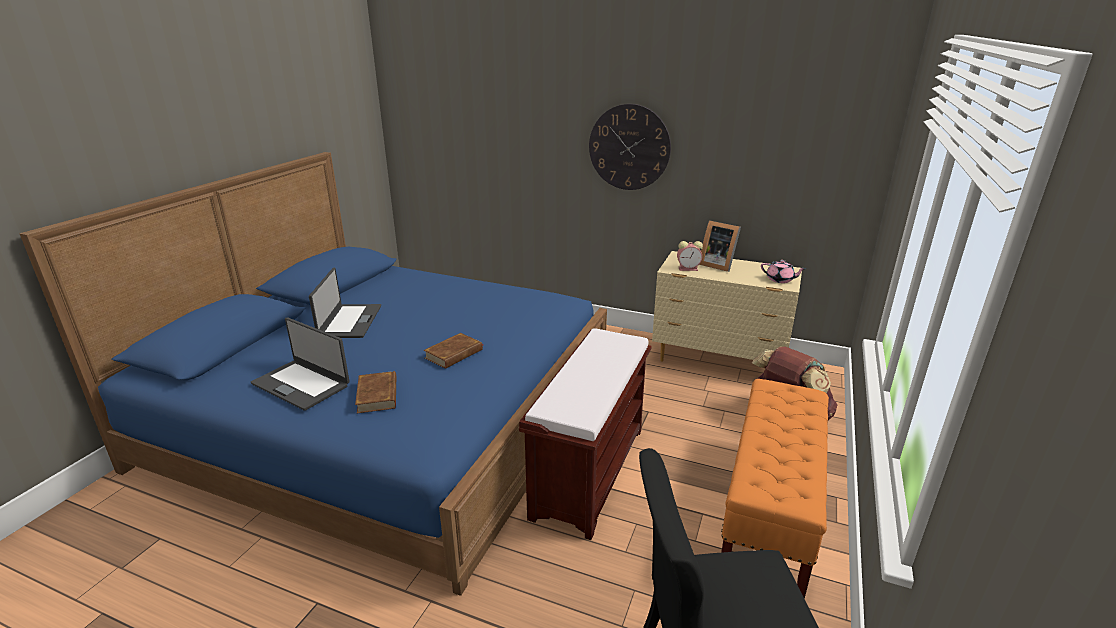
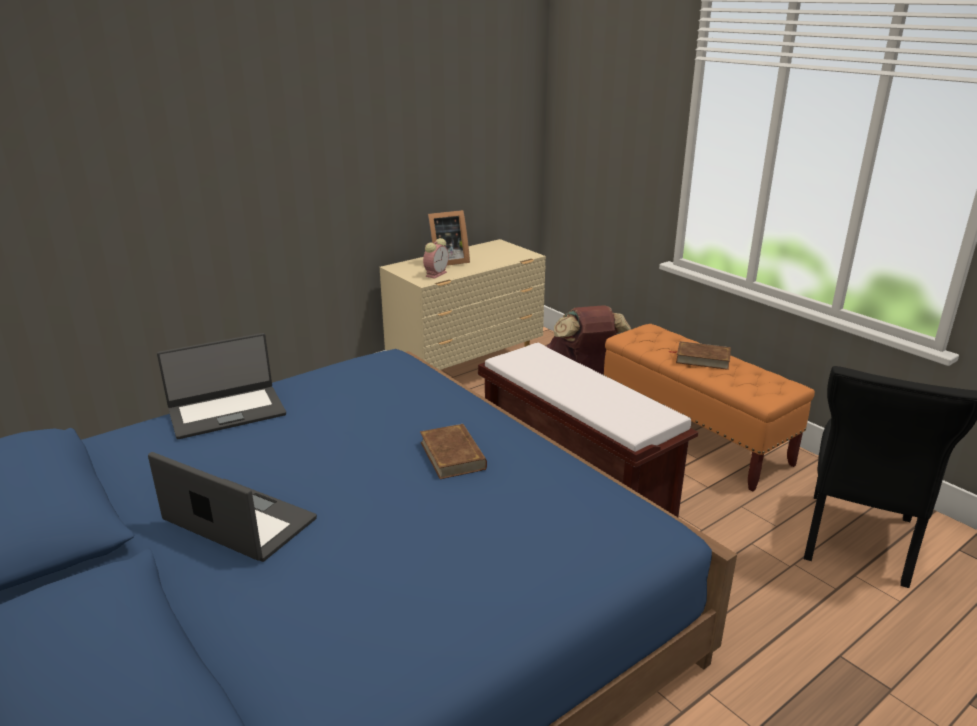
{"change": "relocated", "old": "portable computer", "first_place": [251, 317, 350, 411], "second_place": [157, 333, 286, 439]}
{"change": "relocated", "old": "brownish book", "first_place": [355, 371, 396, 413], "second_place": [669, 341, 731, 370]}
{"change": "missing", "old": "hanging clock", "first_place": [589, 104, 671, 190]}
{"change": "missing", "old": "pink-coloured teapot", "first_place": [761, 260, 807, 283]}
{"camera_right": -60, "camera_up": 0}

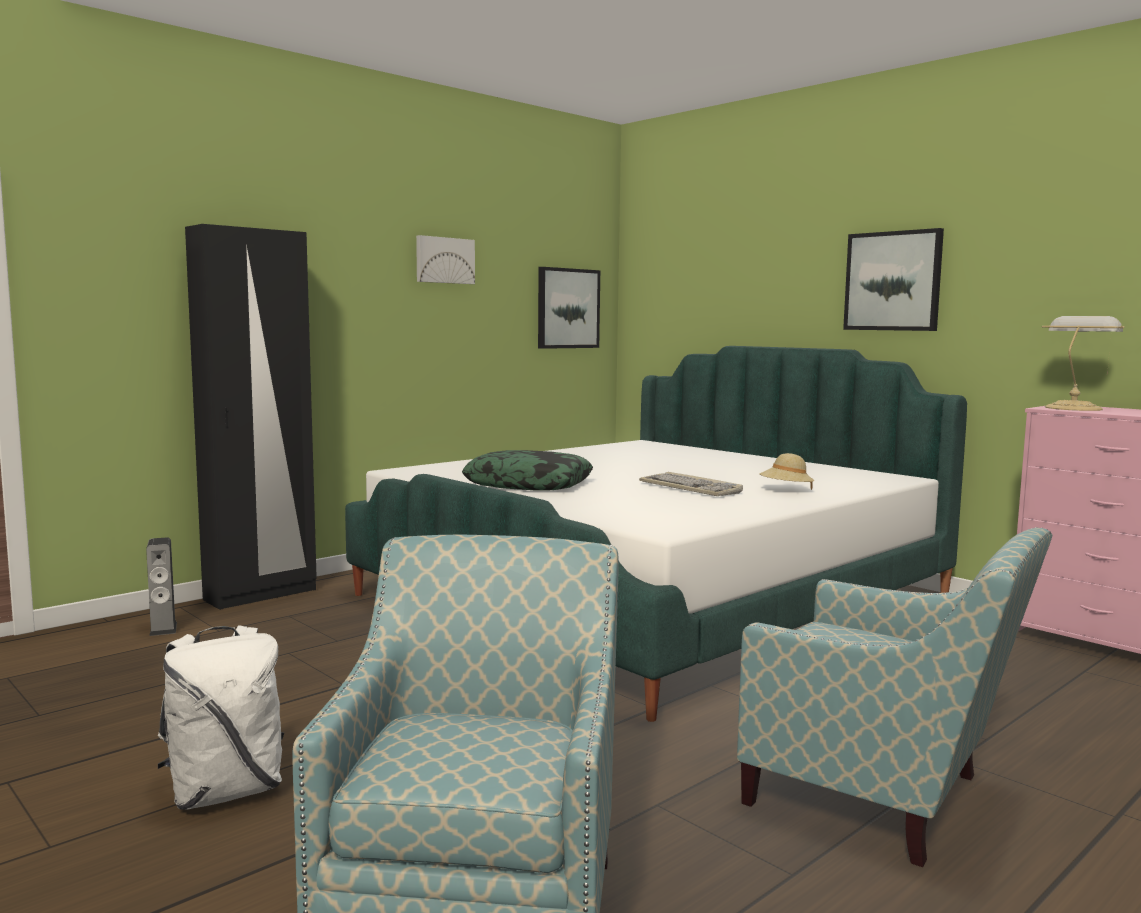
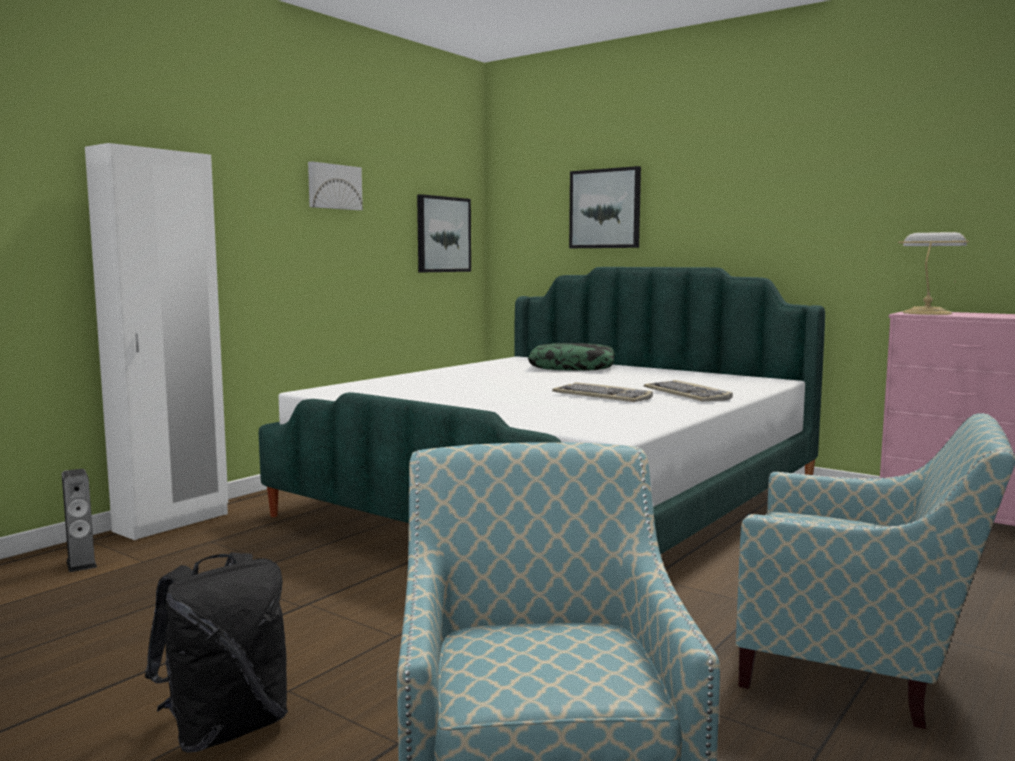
{"change": "colour", "old": "white-coloured rucksack", "new": "blackish rucksack", "first_place": [158, 625, 284, 810], "second_place": [145, 552, 288, 753]}
{"change": "colour", "old": "blackish armoire", "new": "white-coloured armoire", "first_place": [185, 224, 317, 610], "second_place": [85, 143, 228, 540]}
{"change": "relocated", "old": "cushion", "first_place": [462, 450, 593, 490], "second_place": [528, 343, 615, 371]}
{"change": "exchanged", "old": "beige clothing hat", "new": "keyboard", "first_place": [760, 453, 814, 490], "second_place": [644, 380, 733, 401]}
{"change": "relocated", "old": "wall picture", "first_place": [843, 228, 944, 331], "second_place": [569, 166, 641, 248]}
{"camera_right": -10, "camera_up": 0}

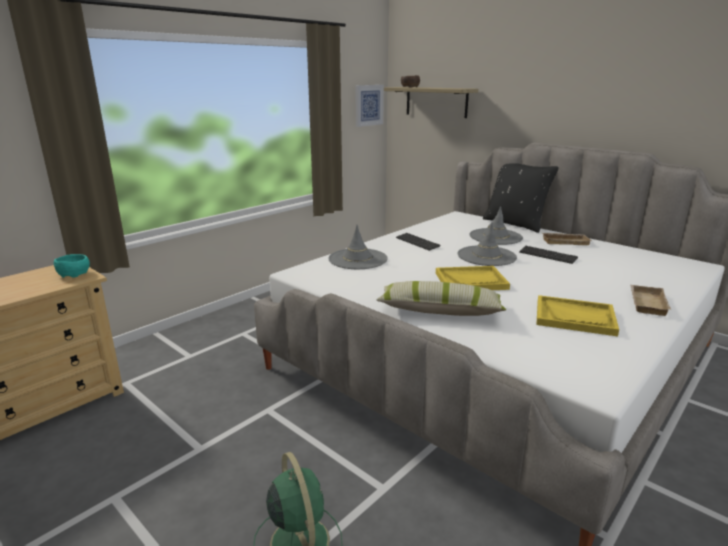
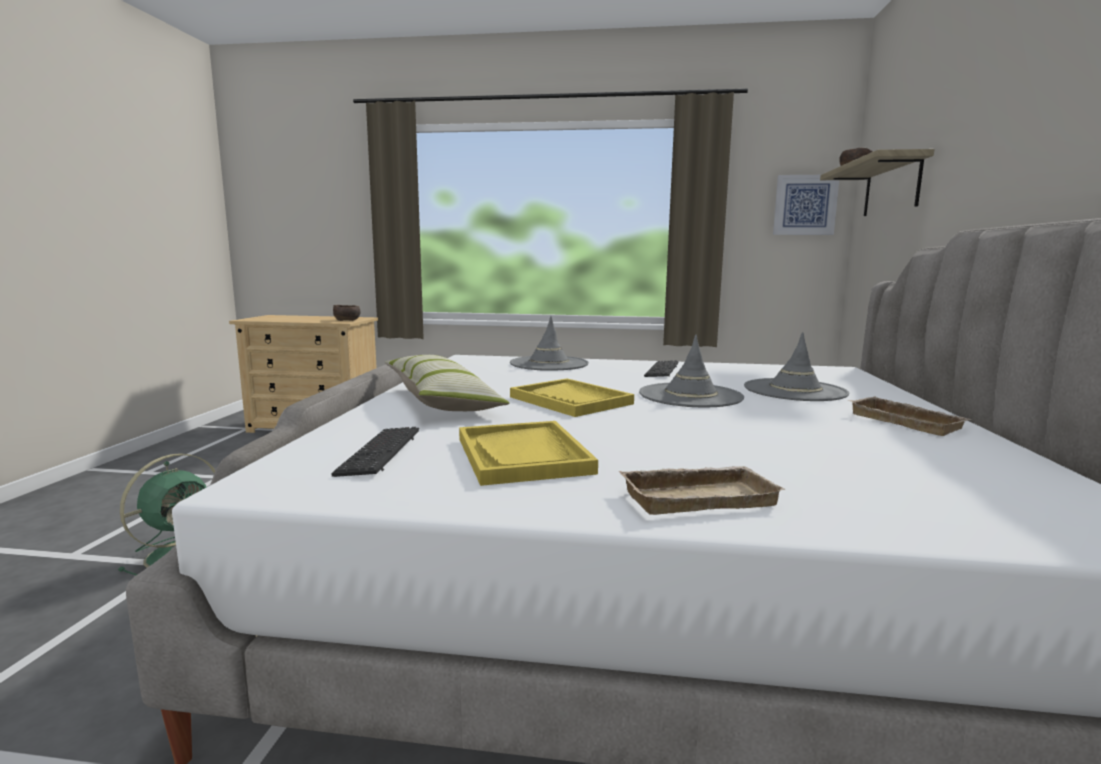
{"change": "colour", "old": "blue-green serving bowl", "new": "brownish serving bowl", "first_place": [54, 254, 90, 278], "second_place": [333, 305, 361, 321]}
{"change": "missing", "old": "blackish cushion", "first_place": [483, 163, 559, 233]}
{"change": "relocated", "old": "keyboard", "first_place": [519, 246, 578, 264], "second_place": [331, 427, 419, 477]}
{"camera_right": 55, "camera_up": -10}

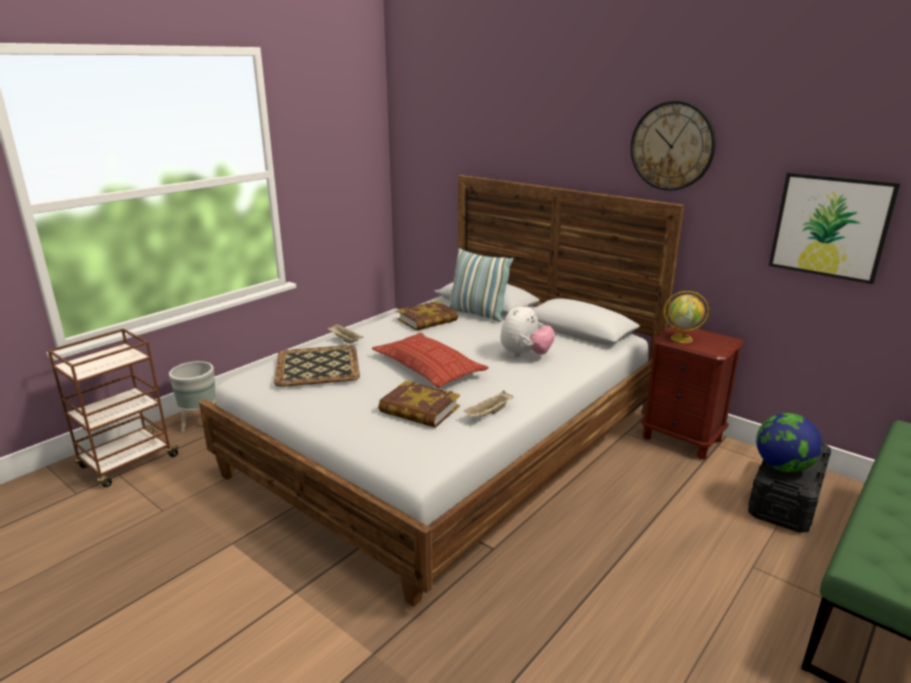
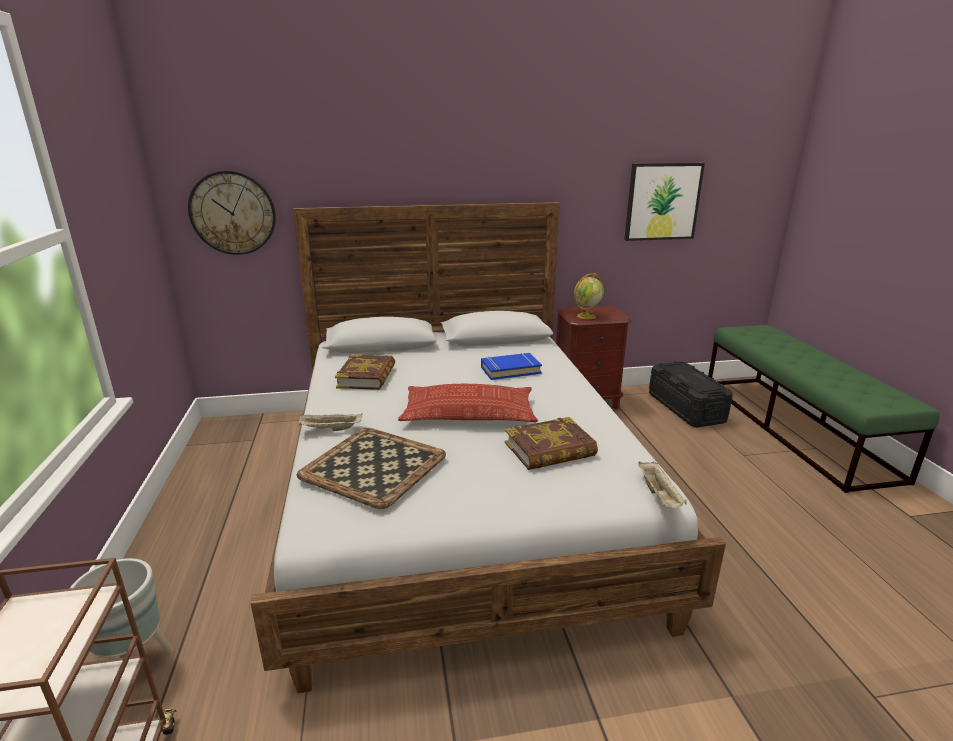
{"change": "missing", "old": "cushion", "first_place": [448, 248, 513, 322]}
{"change": "relocated", "old": "beige serving tray", "first_place": [464, 391, 513, 417], "second_place": [638, 461, 687, 508]}
{"change": "exchanged", "old": "cuddly toy", "new": "blue-coloured book", "first_place": [500, 303, 555, 357], "second_place": [481, 353, 542, 380]}
{"change": "relocated", "old": "hanging clock", "first_place": [631, 101, 716, 191], "second_place": [188, 171, 276, 255]}
{"change": "missing", "old": "world globe", "first_place": [756, 413, 822, 472]}
{"camera_right": -50, "camera_up": 0}

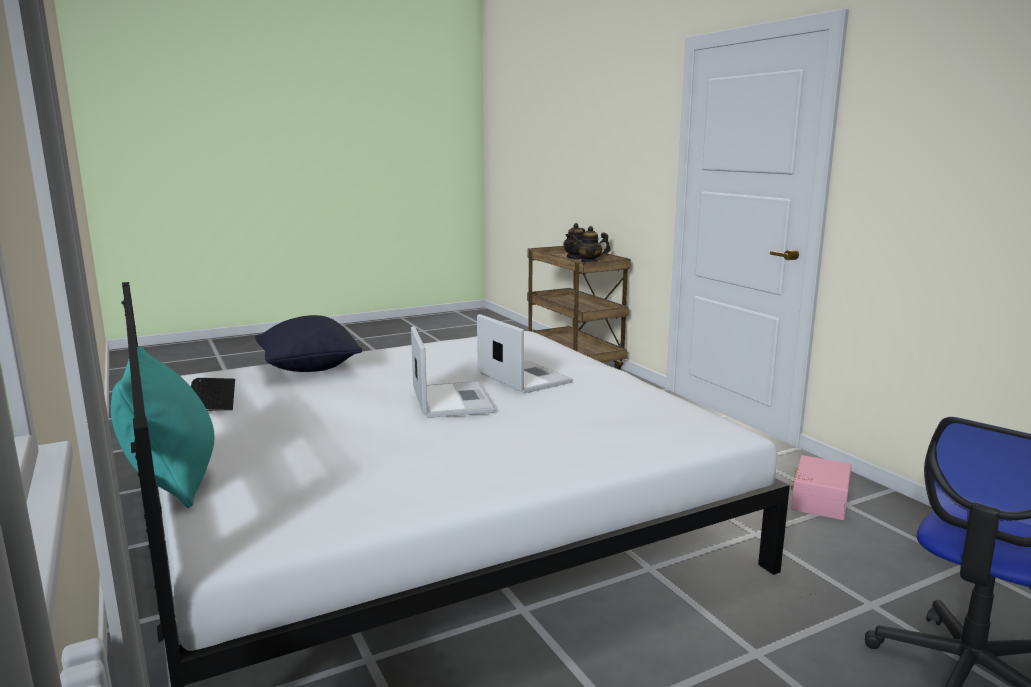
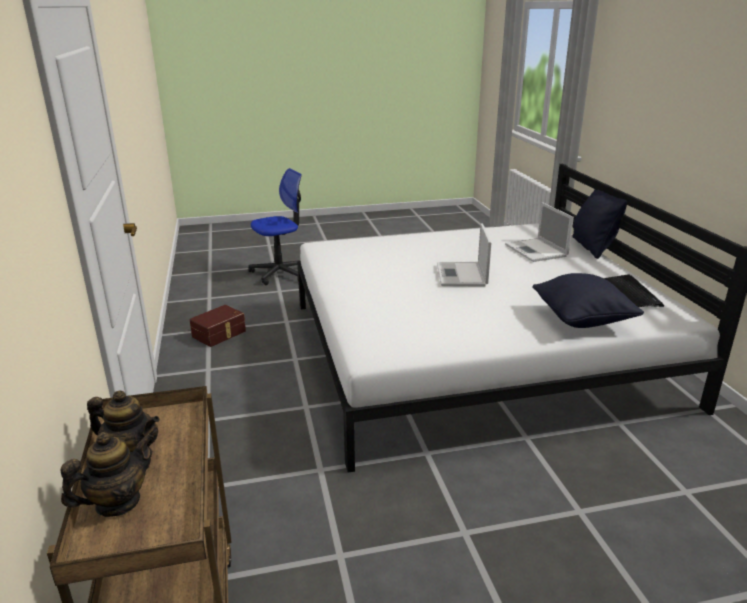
{"change": "colour", "old": "blue-green cushion", "new": "blackish cushion", "first_place": [111, 346, 214, 508], "second_place": [572, 189, 627, 259]}
{"change": "relocated", "old": "portable computer", "first_place": [477, 314, 573, 394], "second_place": [505, 202, 574, 262]}
{"change": "colour", "old": "pink-coloured storage bin", "new": "brownish storage bin", "first_place": [791, 455, 852, 520], "second_place": [190, 305, 246, 347]}
{"camera_right": -165, "camera_up": 10}

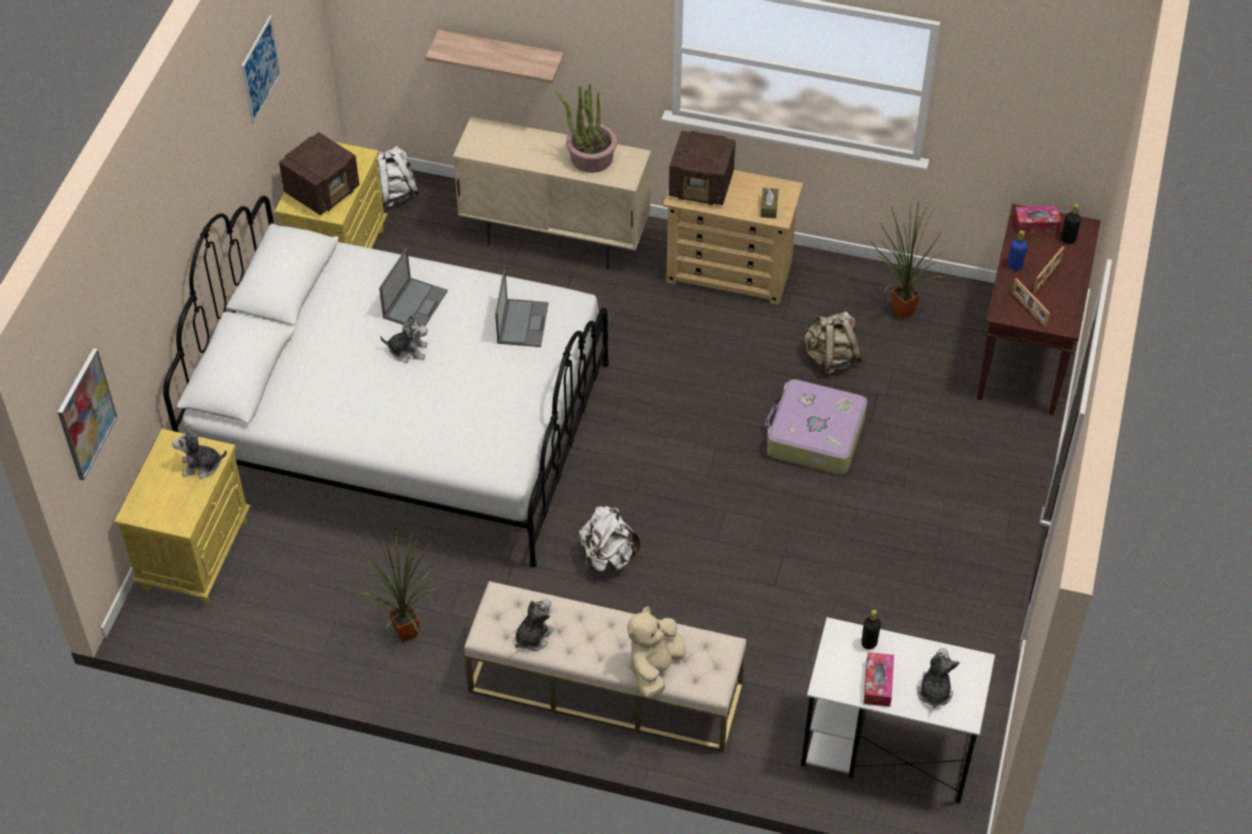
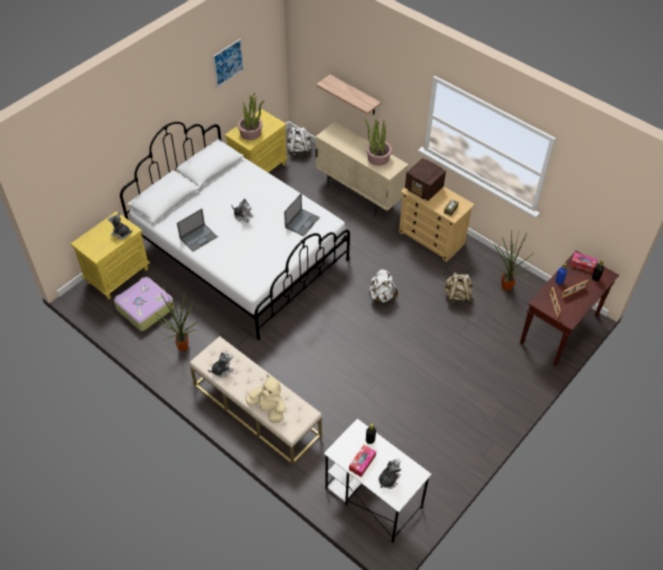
{"change": "missing", "old": "wall picture", "first_place": [58, 348, 117, 480]}
{"change": "exchanged", "old": "radio set", "new": "potted plant", "first_place": [279, 132, 359, 215], "second_place": [237, 93, 265, 140]}
{"change": "relocated", "old": "portable computer", "first_place": [379, 248, 448, 326], "second_place": [177, 209, 218, 252]}
{"change": "relocated", "old": "white-coloured rucksack", "first_place": [579, 506, 640, 572], "second_place": [369, 269, 398, 303]}
{"change": "spun", "old": "beige cuddly toy", "first_place": [627, 606, 686, 698], "second_place": [245, 375, 285, 423], "degrees": 75}
{"change": "relocated", "old": "travel case", "first_place": [764, 379, 867, 475], "second_place": [114, 277, 174, 331]}
{"camera_right": 25, "camera_up": 0}

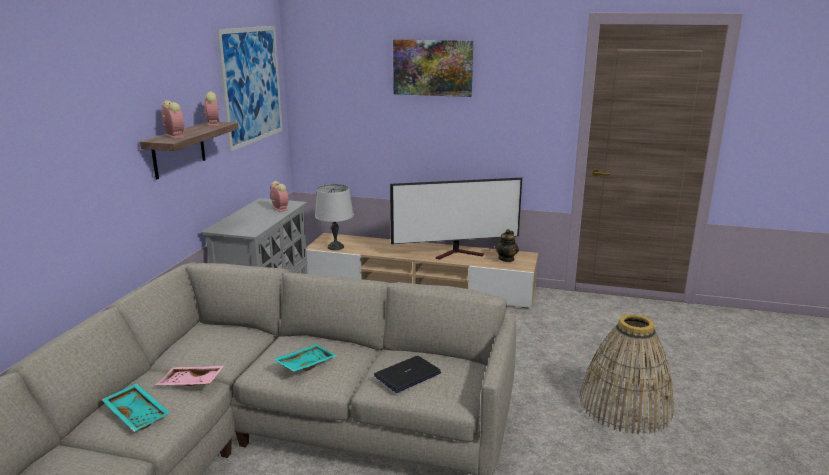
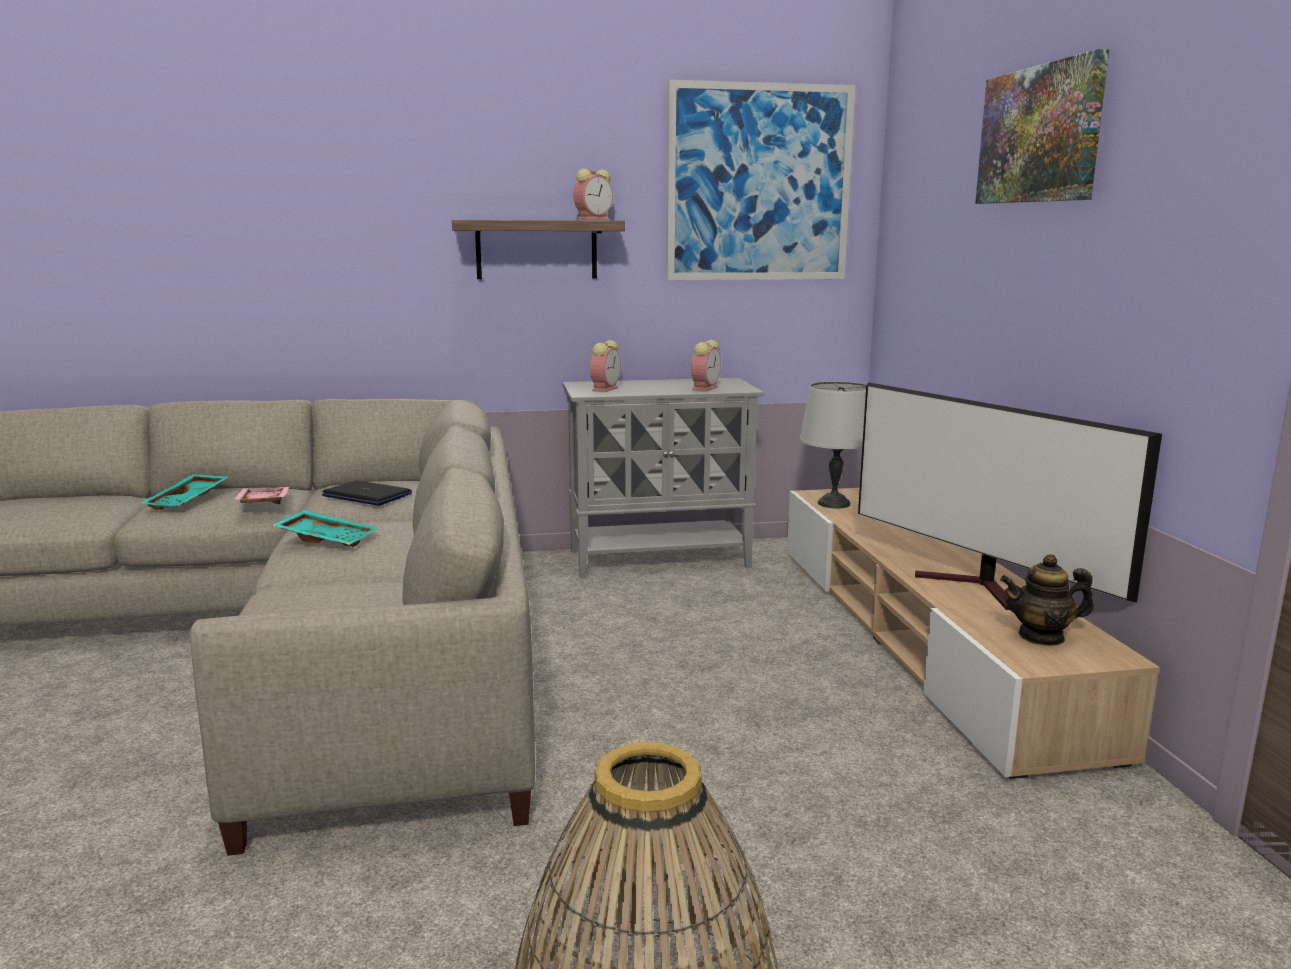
{"change": "relocated", "old": "bedside clock", "first_place": [162, 100, 184, 139], "second_place": [590, 340, 621, 392]}
{"change": "relocated", "old": "portable computer", "first_place": [374, 356, 441, 393], "second_place": [322, 480, 412, 506]}
{"camera_right": 65, "camera_up": -5}

